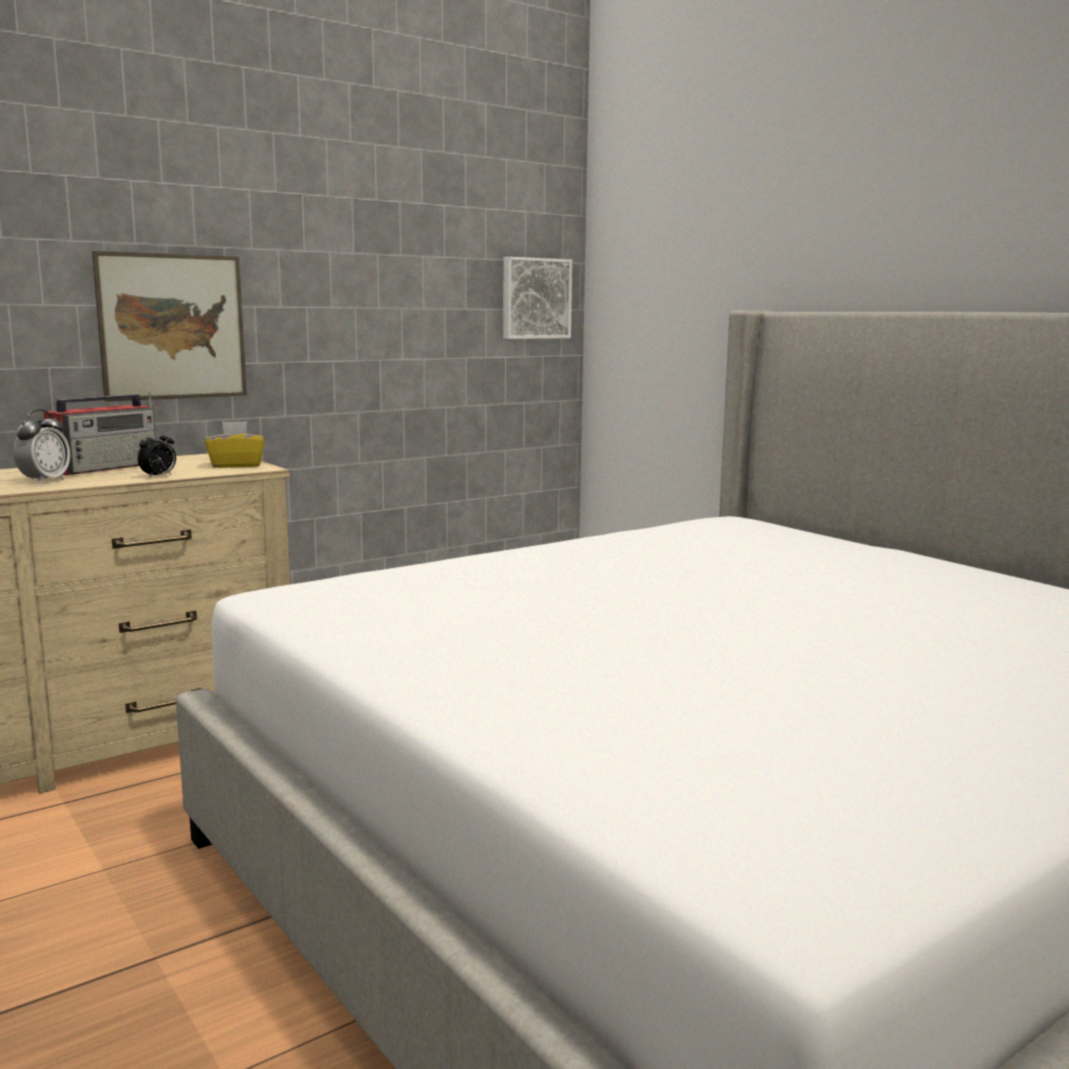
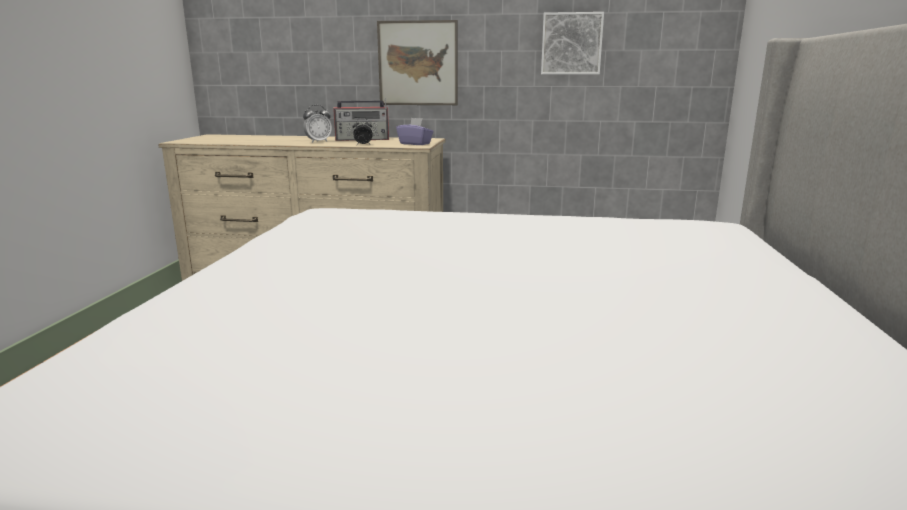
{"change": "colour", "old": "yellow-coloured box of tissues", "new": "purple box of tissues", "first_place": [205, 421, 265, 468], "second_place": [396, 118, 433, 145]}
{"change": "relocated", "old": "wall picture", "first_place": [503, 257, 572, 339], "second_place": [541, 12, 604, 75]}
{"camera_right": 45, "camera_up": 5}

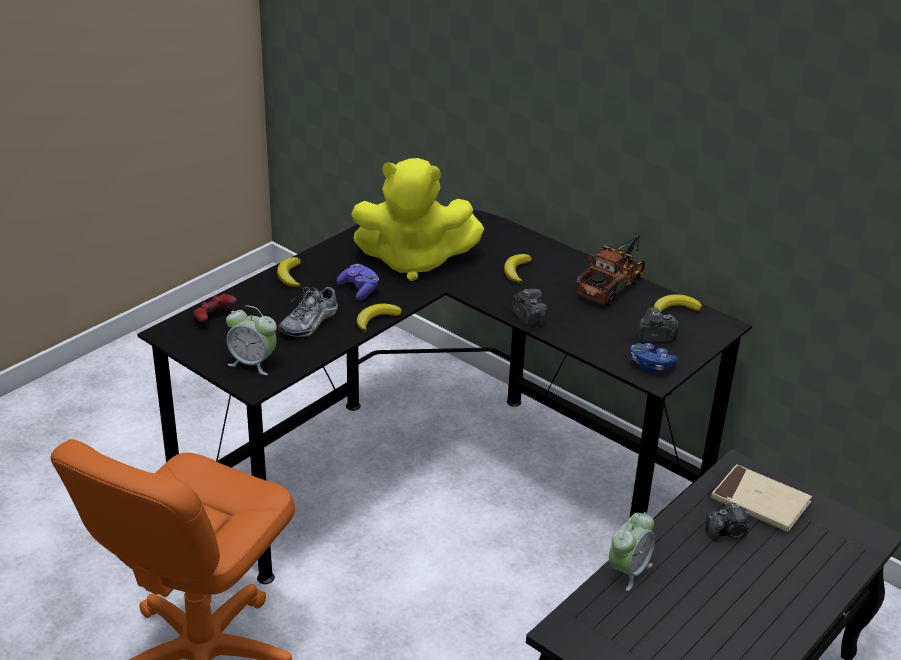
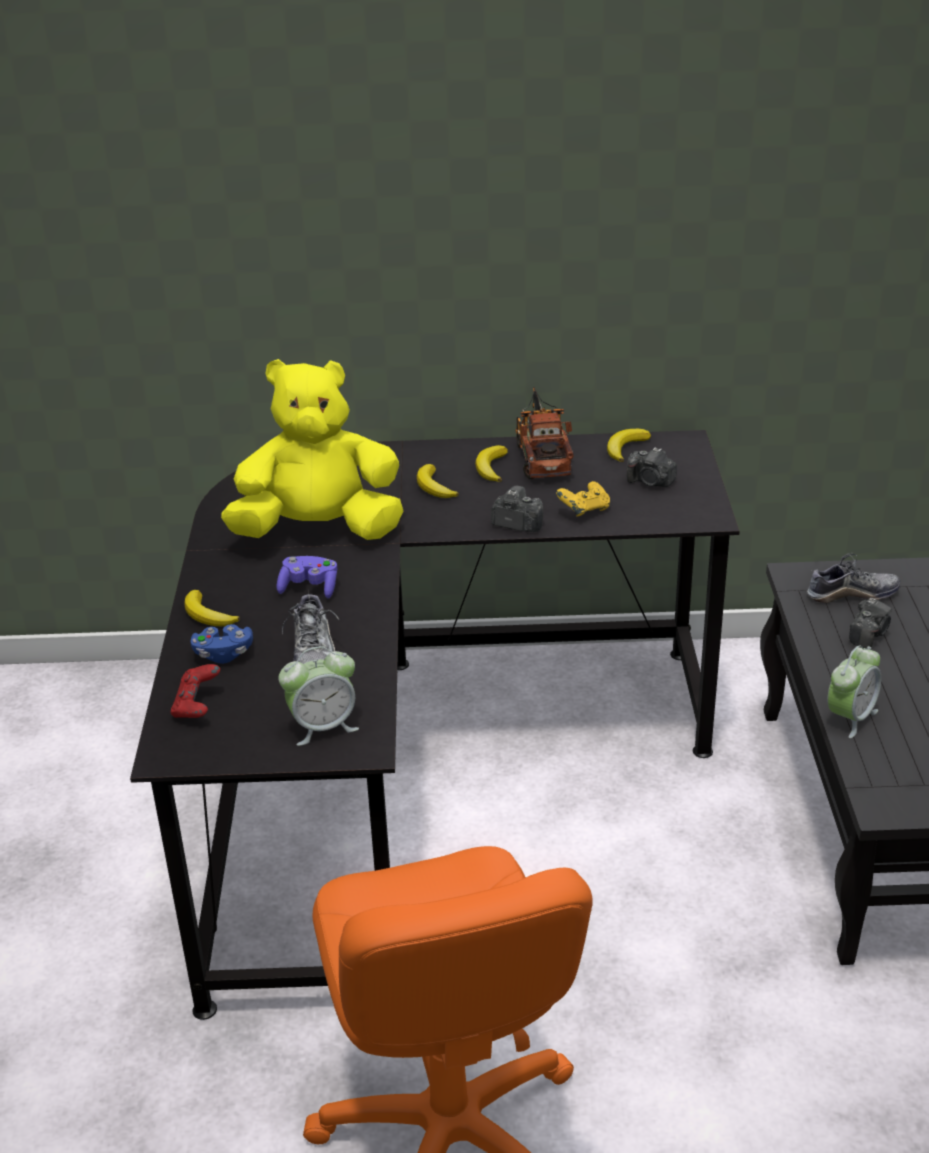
{"change": "spun", "old": "yellow-coloured cuddly toy", "first_place": [351, 158, 484, 281], "second_place": [221, 359, 403, 540], "degrees": -150}
{"change": "relocated", "old": "whole banana", "first_place": [357, 304, 402, 332], "second_place": [475, 445, 508, 482]}
{"change": "spun", "old": "bedside clock", "first_place": [609, 512, 655, 591], "second_place": [827, 645, 881, 738], "degrees": 45}
{"change": "relocated", "old": "blue-coloured gamepad", "first_place": [630, 343, 678, 372], "second_place": [191, 624, 253, 664]}
{"change": "spun", "old": "photo camera", "first_place": [637, 307, 679, 343], "second_place": [627, 447, 677, 487], "degrees": -105}
{"change": "exchanged", "old": "beige book", "new": "item of footwear", "first_place": [711, 464, 812, 532], "second_place": [807, 553, 900, 603]}
{"change": "appeared", "new": "yellow-coloured gamepad", "second_place": [556, 481, 610, 516]}
{"camera_right": -40, "camera_up": 0}

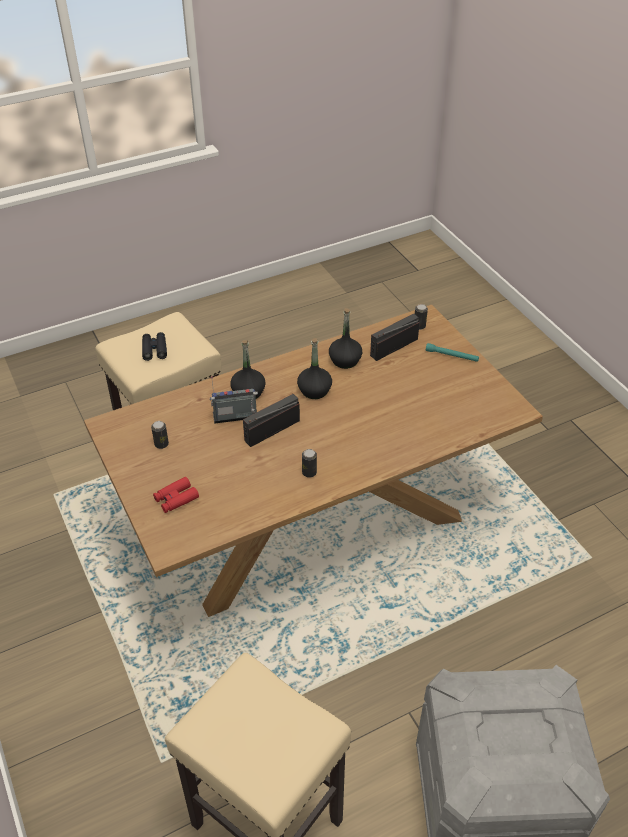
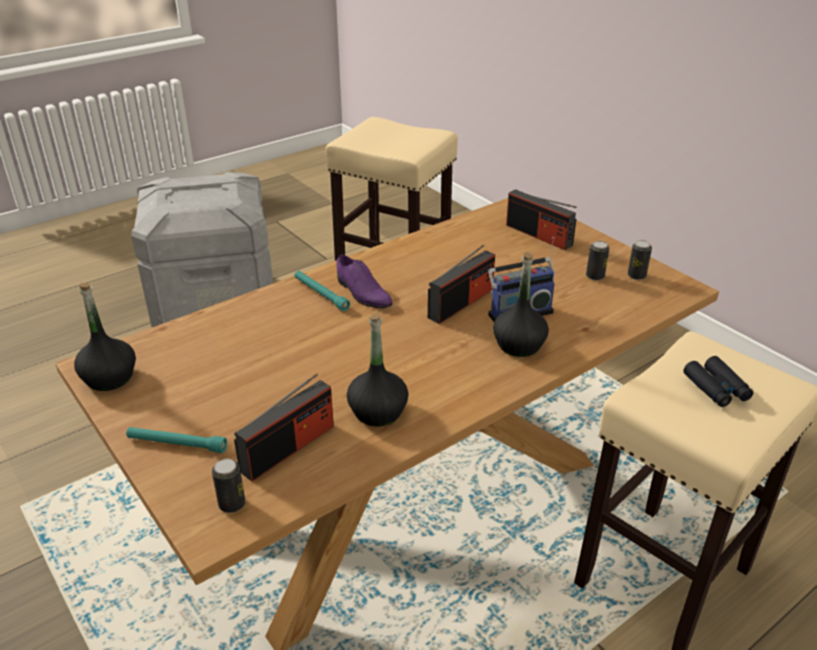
{"change": "exchanged", "old": "reddish pair of binoculars", "new": "radio set", "first_place": [153, 477, 199, 513], "second_place": [506, 189, 577, 250]}
{"change": "relocated", "old": "blackish bottle", "first_place": [297, 338, 332, 399], "second_place": [74, 283, 136, 391]}
{"change": "relocated", "old": "metal can", "first_place": [302, 449, 317, 478], "second_place": [628, 240, 652, 280]}
{"change": "appeared", "new": "blue-green torch", "second_place": [295, 271, 350, 311]}
{"change": "appeared", "new": "purple item of footwear", "second_place": [336, 254, 393, 308]}
{"camera_right": 170, "camera_up": -10}

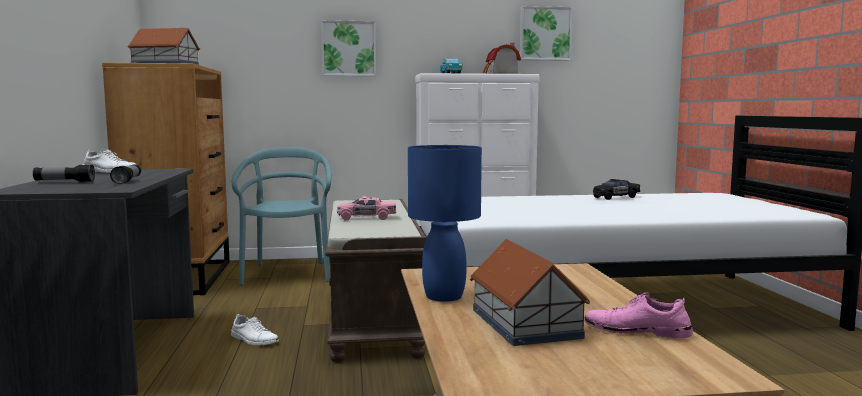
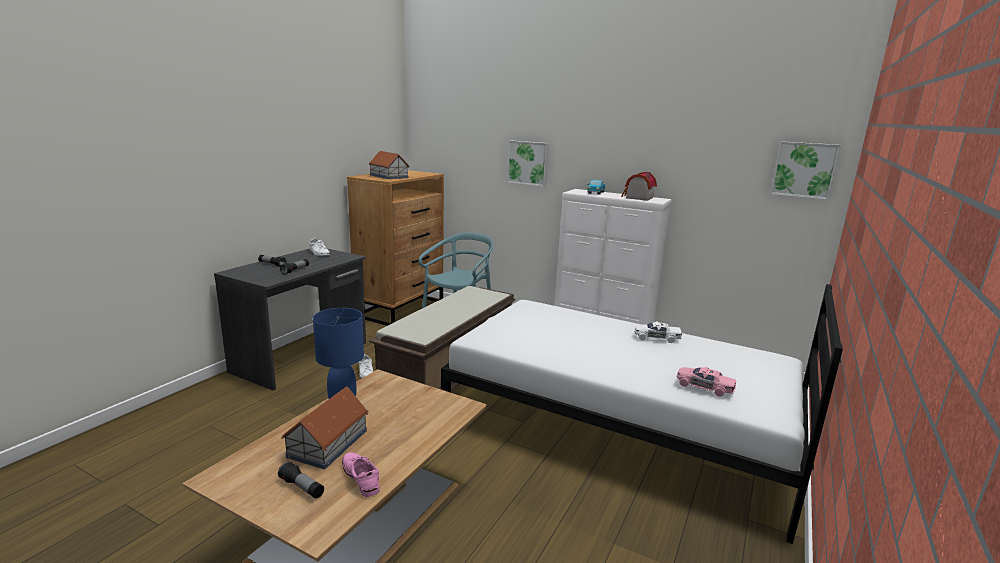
{"change": "relocated", "old": "pink-coloured model car", "first_place": [337, 196, 396, 221], "second_place": [677, 367, 736, 397]}
{"change": "relocated", "old": "wall picture", "first_place": [520, 6, 573, 61], "second_place": [770, 141, 841, 200]}
{"change": "colour", "old": "blackish model car", "new": "white-coloured model car", "first_place": [593, 179, 641, 200], "second_place": [634, 321, 682, 343]}
{"change": "appeared", "new": "torch", "second_place": [278, 461, 324, 499]}
{"camera_right": 35, "camera_up": 10}

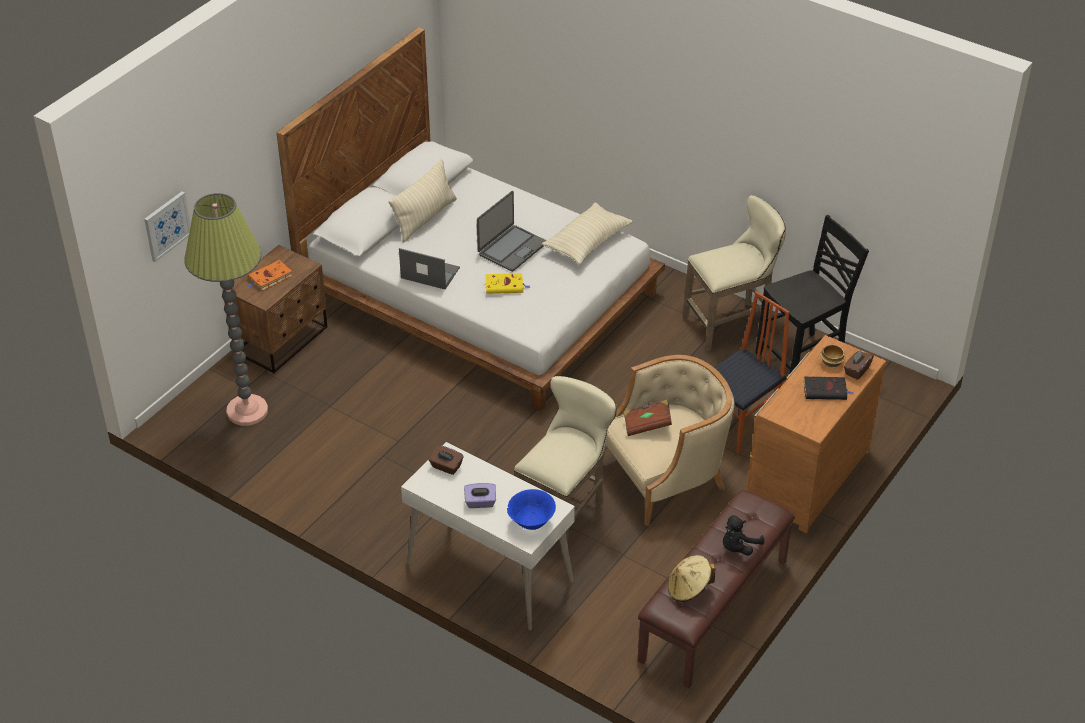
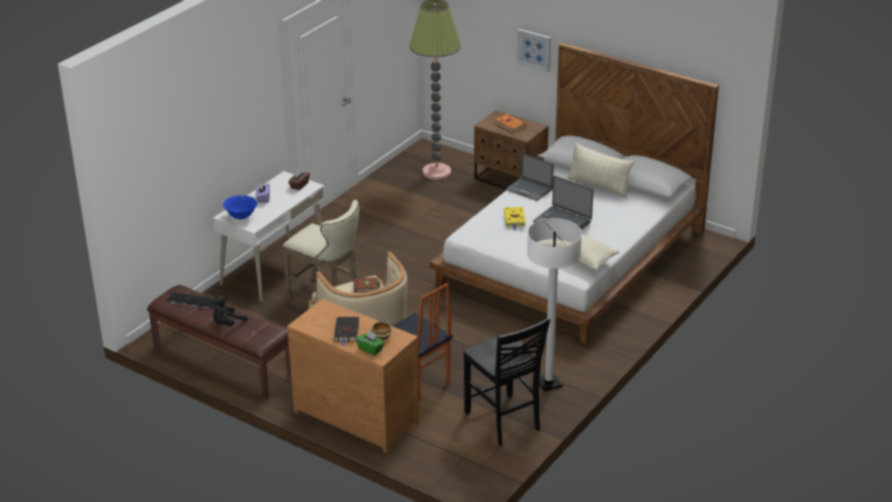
{"change": "relocated", "old": "wall picture", "first_place": [144, 192, 191, 262], "second_place": [517, 29, 551, 72]}
{"change": "spun", "old": "portable computer", "first_place": [399, 248, 460, 290], "second_place": [506, 153, 554, 201], "degrees": 105}
{"change": "exchanged", "old": "beige clothing hat", "new": "keyboard", "first_place": [668, 555, 715, 602], "second_place": [165, 292, 216, 309]}
{"change": "exchanged", "old": "beige stool", "new": "white-coloured standard lamp", "first_place": [682, 195, 786, 351], "second_place": [527, 218, 582, 391]}
{"change": "spun", "old": "blackish cuddly toy", "first_place": [723, 515, 764, 556], "second_place": [212, 295, 248, 326], "degrees": -90}
{"change": "colour", "old": "brownish box of tissues", "new": "green-coloured box of tissues", "first_place": [844, 350, 874, 380], "second_place": [356, 331, 385, 356]}
{"camera_right": 90, "camera_up": -10}

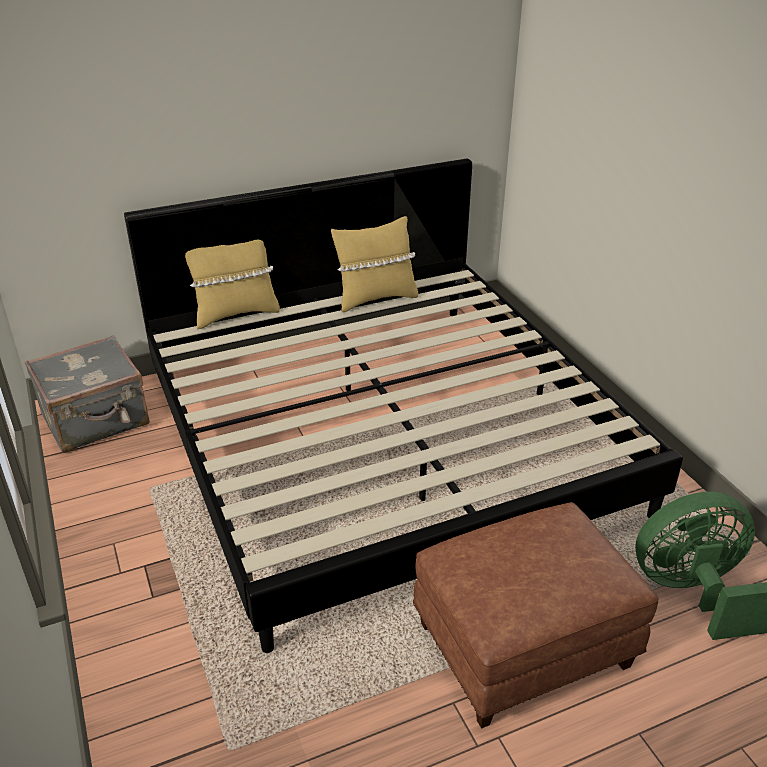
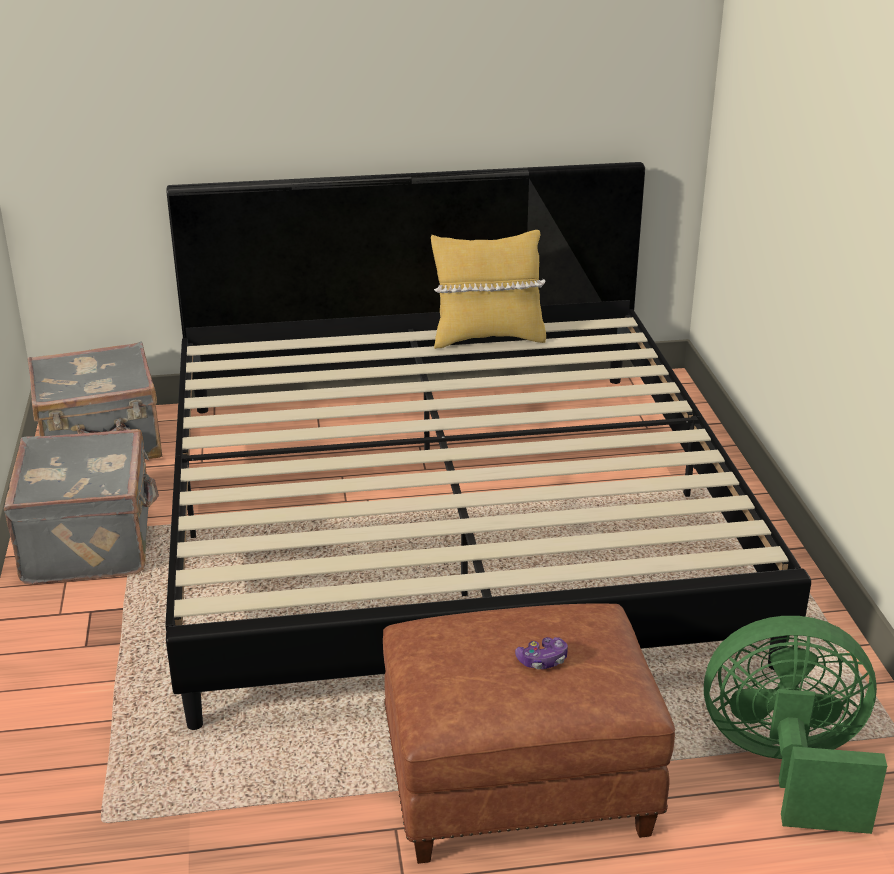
{"change": "missing", "old": "yellow-coloured cushion", "first_place": [185, 240, 280, 330]}
{"change": "appeared", "new": "grey travel case", "second_place": [4, 429, 159, 584]}
{"change": "appeared", "new": "gamepad", "second_place": [515, 637, 568, 669]}
{"camera_right": 15, "camera_up": -5}

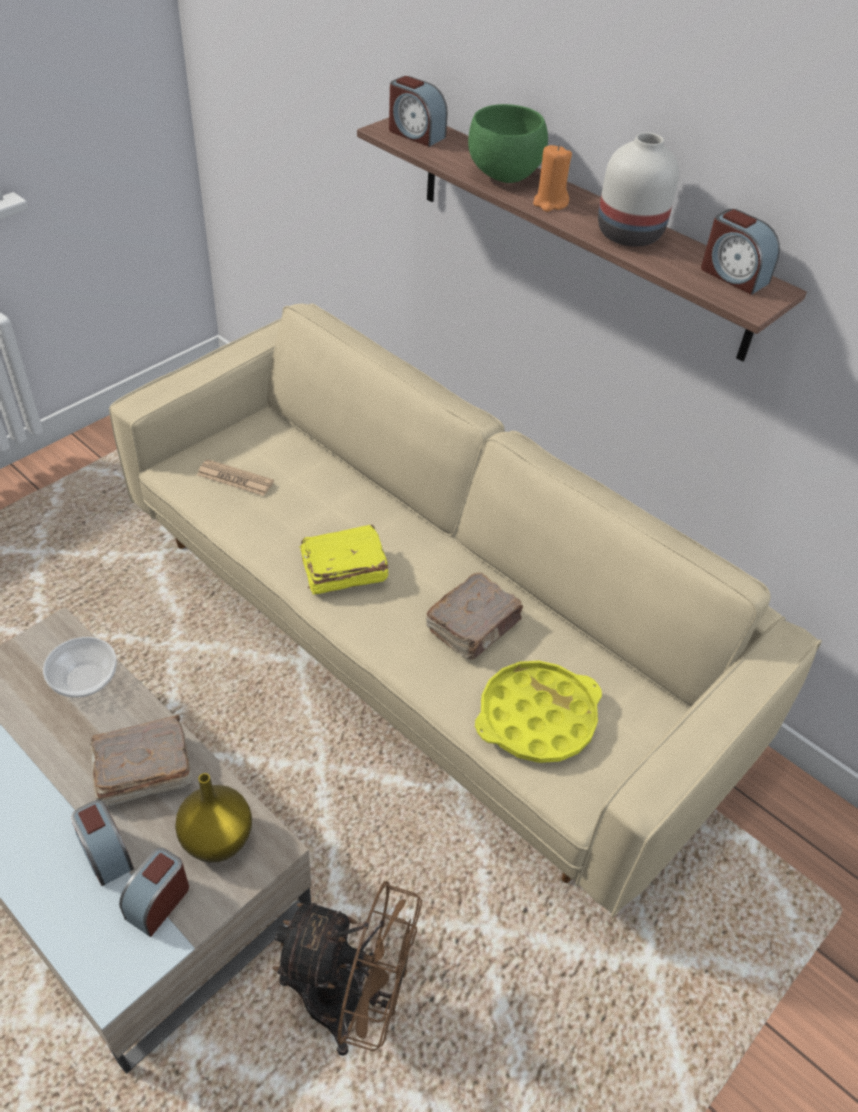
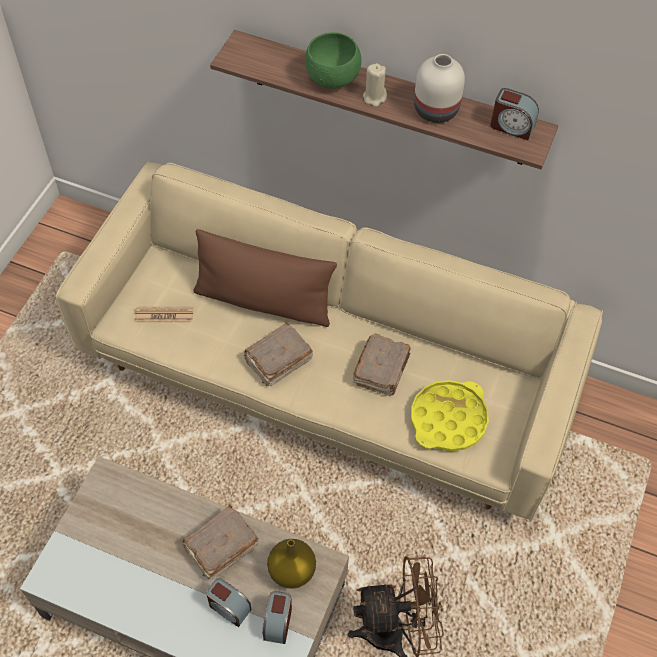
{"change": "missing", "old": "serving bowl", "first_place": [43, 637, 117, 697]}
{"change": "colour", "old": "yellow-coloured book", "new": "brownish book", "first_place": [300, 525, 388, 594], "second_place": [244, 322, 313, 386]}
{"change": "missing", "old": "bedside clock", "first_place": [389, 76, 447, 147]}
{"change": "colour", "old": "orangey candle", "new": "beige candle", "first_place": [533, 145, 572, 212], "second_place": [363, 63, 387, 107]}
{"change": "appeared", "new": "brownish cushion", "second_place": [193, 229, 337, 327]}
{"camera_right": -20, "camera_up": 10}

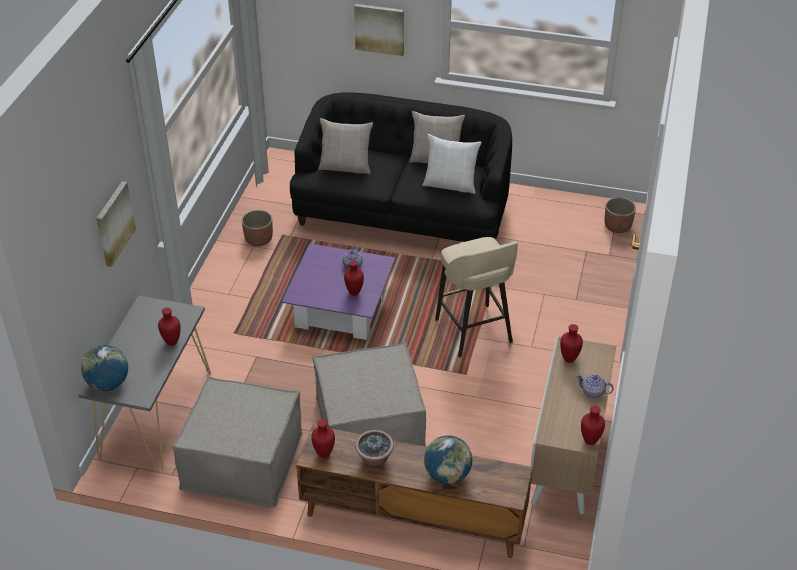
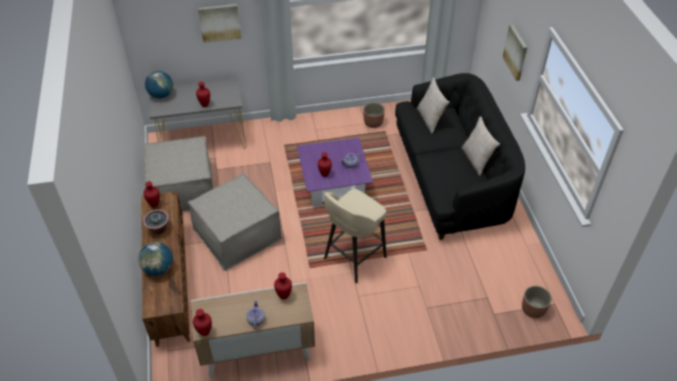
{"change": "missing", "old": "white-coloured cushion", "first_place": [422, 134, 482, 194]}
{"camera_right": 65, "camera_up": 5}

